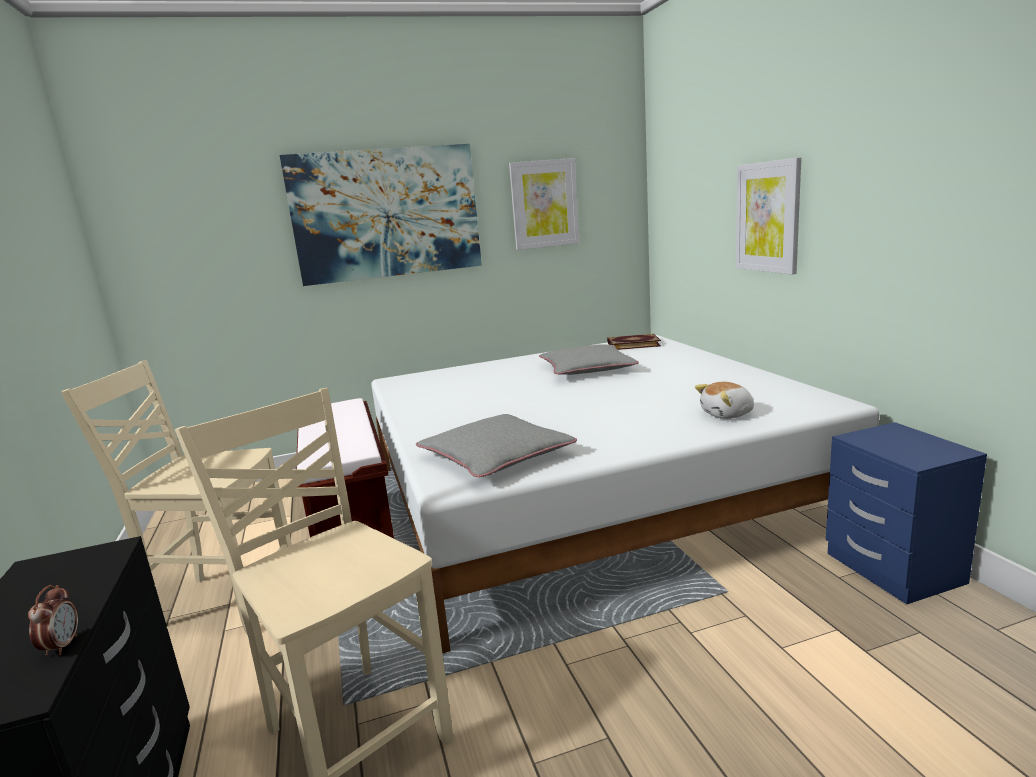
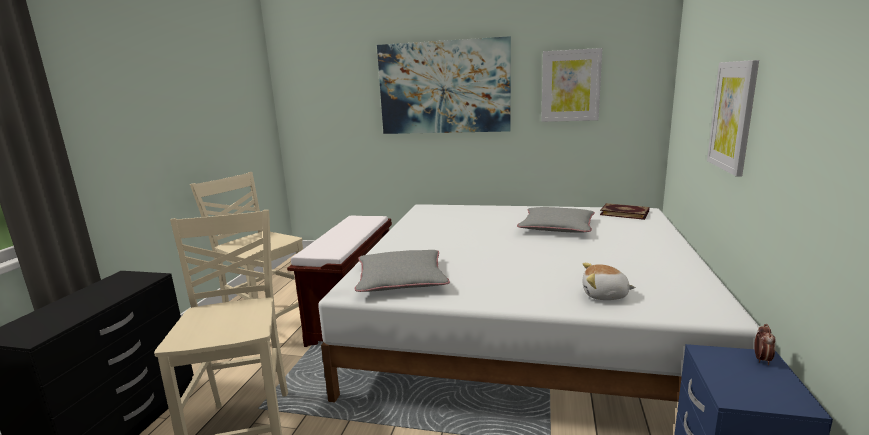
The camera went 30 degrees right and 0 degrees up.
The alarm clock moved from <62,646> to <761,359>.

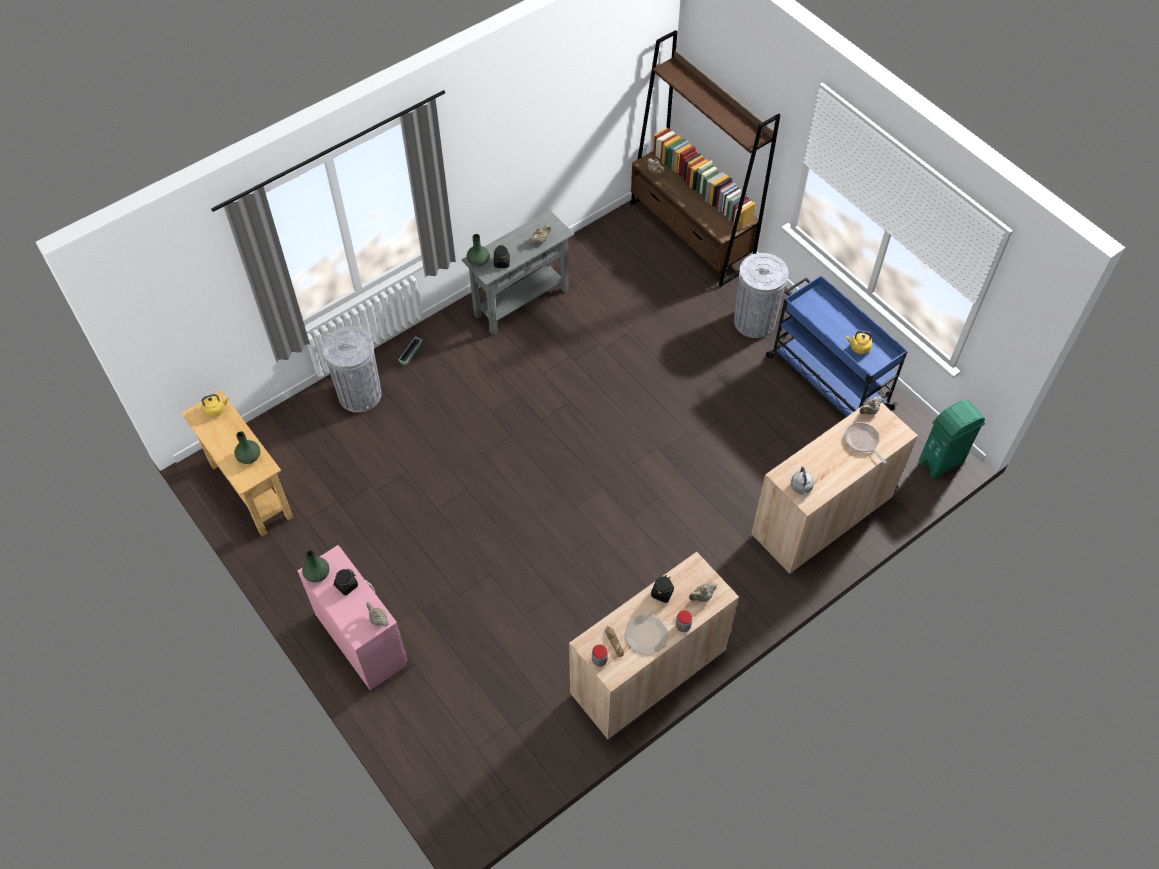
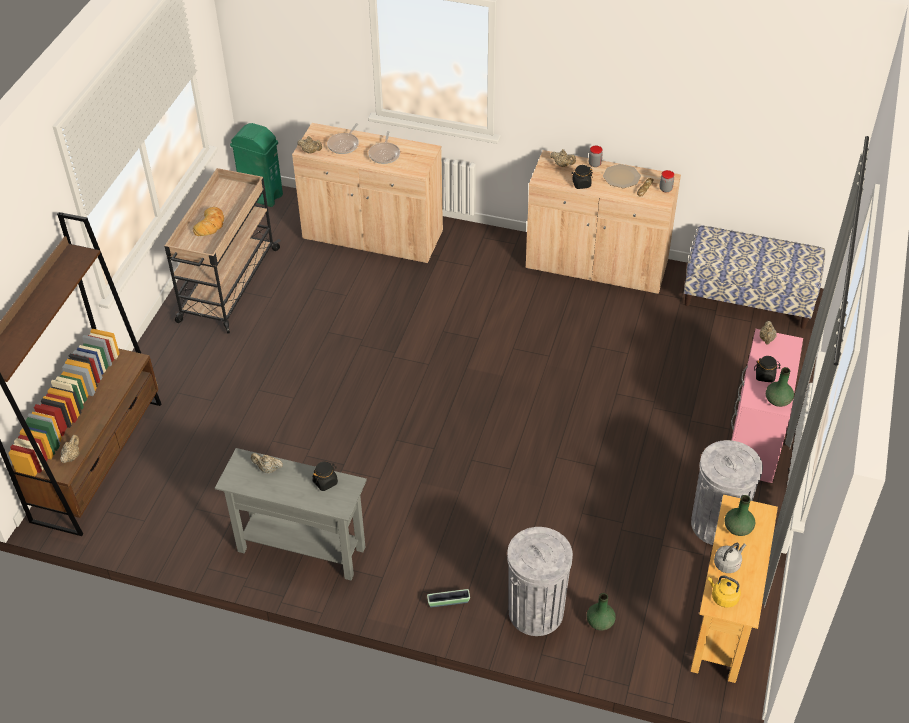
The camera went 125 degrees left and 10 degrees down.
The yellow-coloured kettle at <858,347> disappeared.
The bread at <210,224> appeared.
The pan at <385,154> appeared.
The long seat at <748,299> appeared.
The green vase moved from <478,261> to <599,622>.
The gray trash can moved from <754,321> to <717,524>.
The gray kettle moved from <801,487> to <728,563>.
The bluish wheeled cart at <827,381> became the beige-coloured wheeled cart at <228,286>.

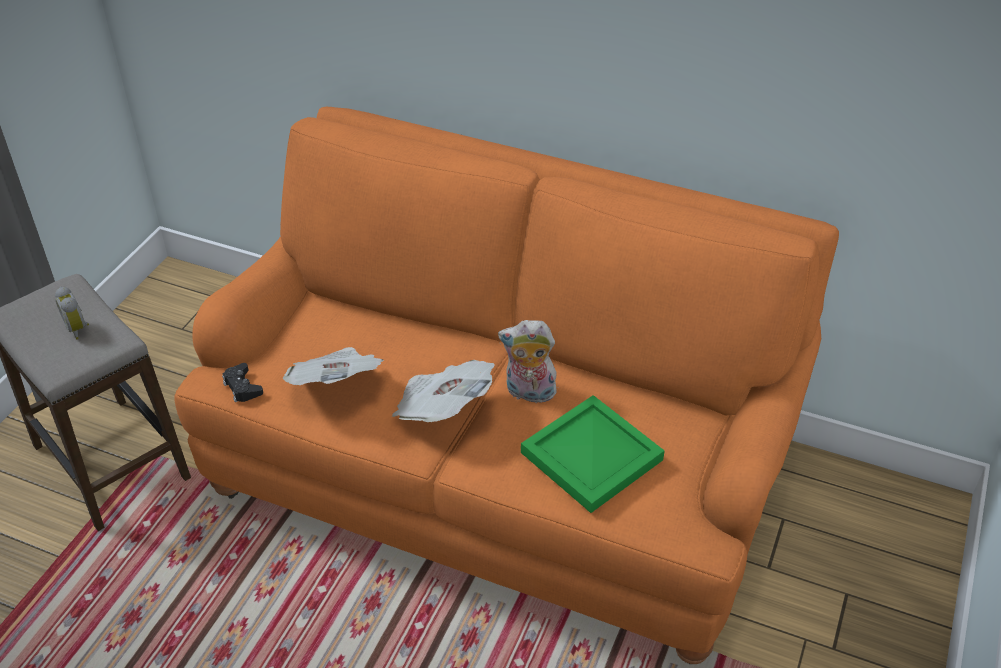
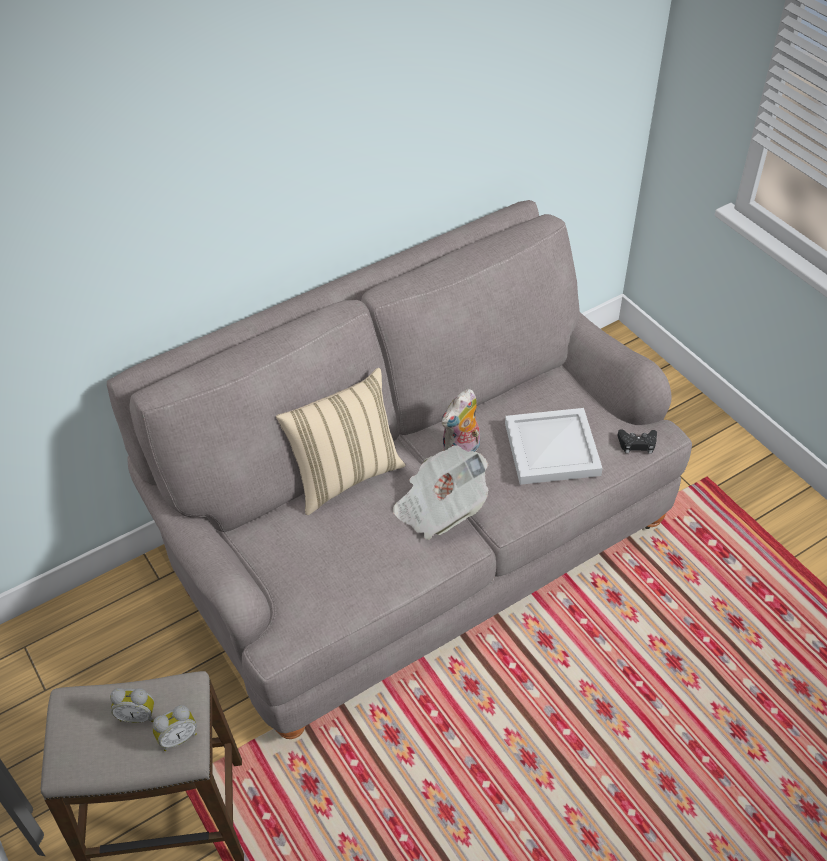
The camera went 55 degrees left and 5 degrees up.
The newspaper at <336,385> disappeared.
The alarm clock at <178,737> appeared.
The beige-coloured throw pillow at <345,476> appeared.
The black joypad moved from <242,387> to <637,444>.
The orangey sofa at <501,477> became the gray sofa at <415,545>.
The green serving tray at <594,456> became the white serving tray at <553,448>.

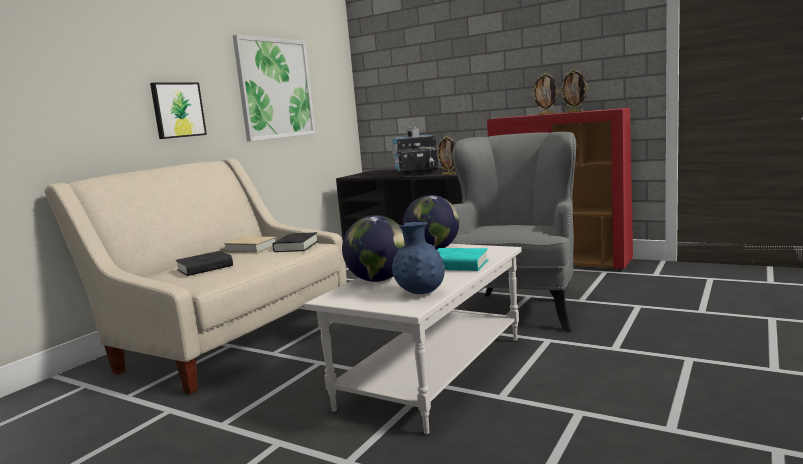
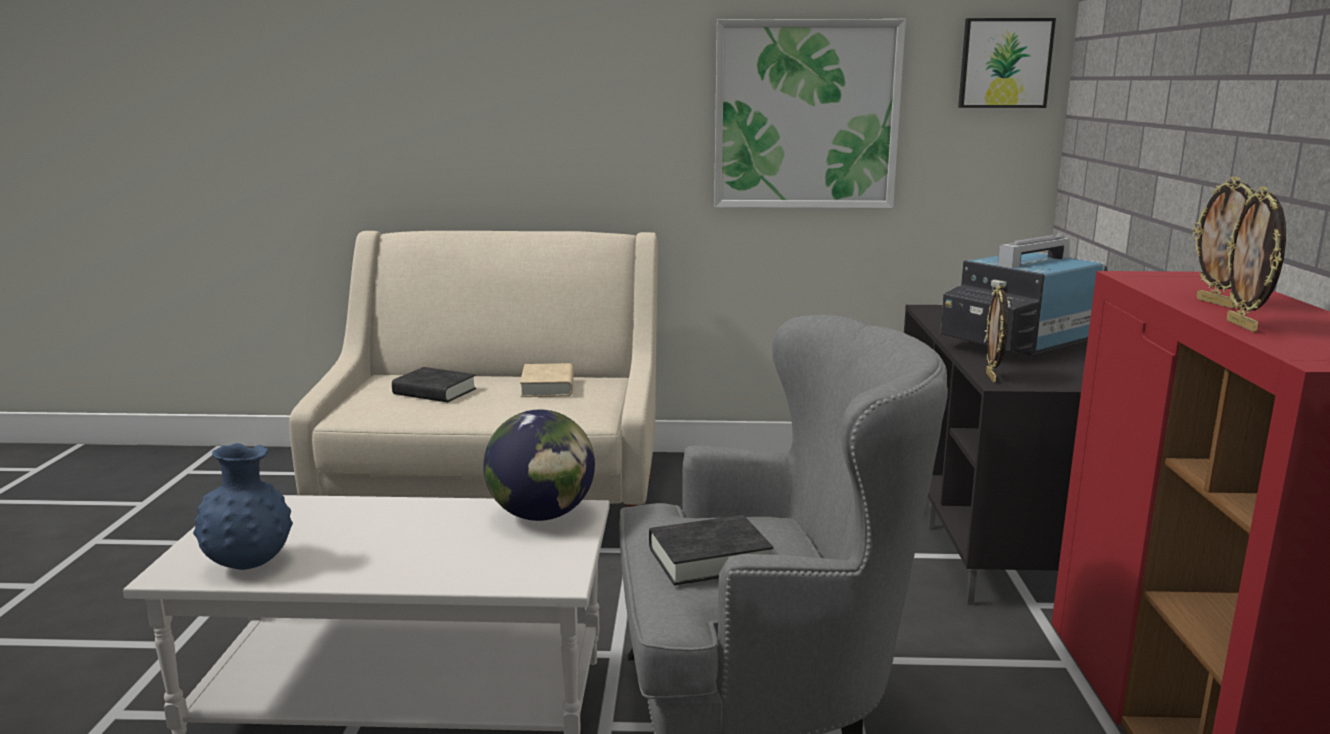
The camera went 60 degrees right and 5 degrees up.
The desk globe at <379,280> disappeared.
The turquoise bound book at <458,265> disappeared.
The wall art moved from <177,110> to <1004,63>.
The black bound book moved from <296,246> to <709,558>.

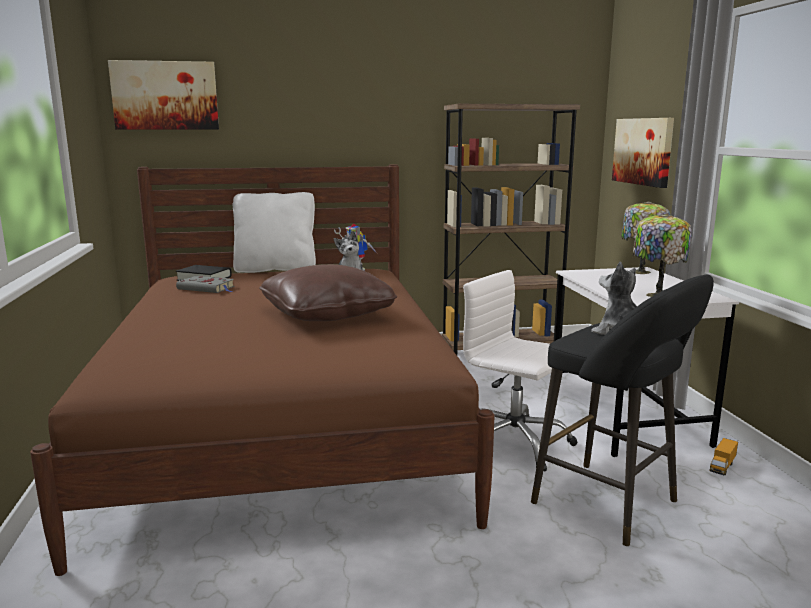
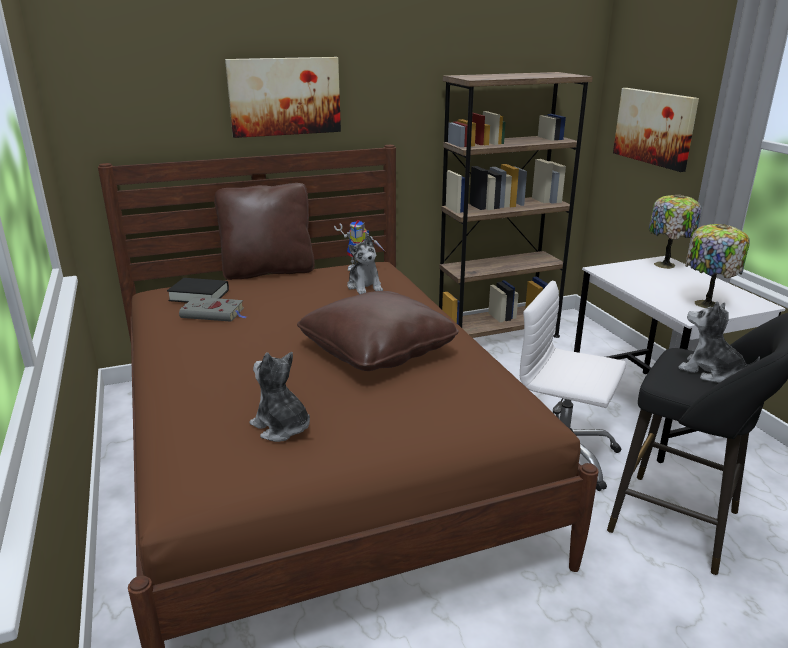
The camera went 10 degrees left and 10 degrees up.
The toy lorry at <722,467> disappeared.
The soft toy at <281,427> appeared.
The wall art moved from <165,95> to <284,96>.
The white throw pillow at <275,269> became the brown-coloured throw pillow at <268,271>.

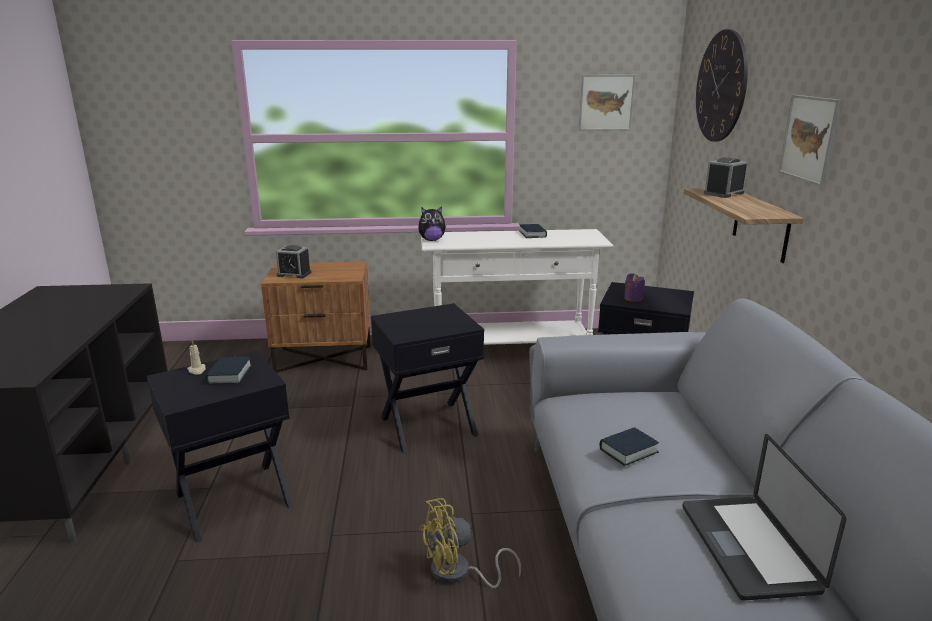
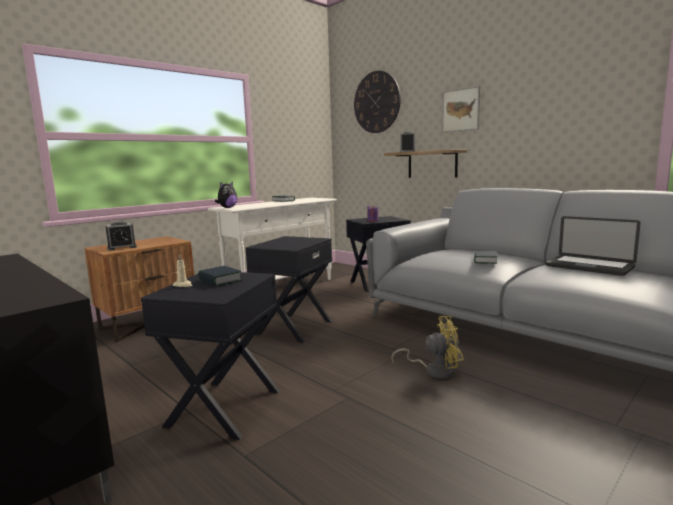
The camera went 40 degrees left and 10 degrees down.
The wall art at <606,102> disappeared.
The yellow-coloured cooling fan at <458,573> turned 120 degrees counterclockwise.

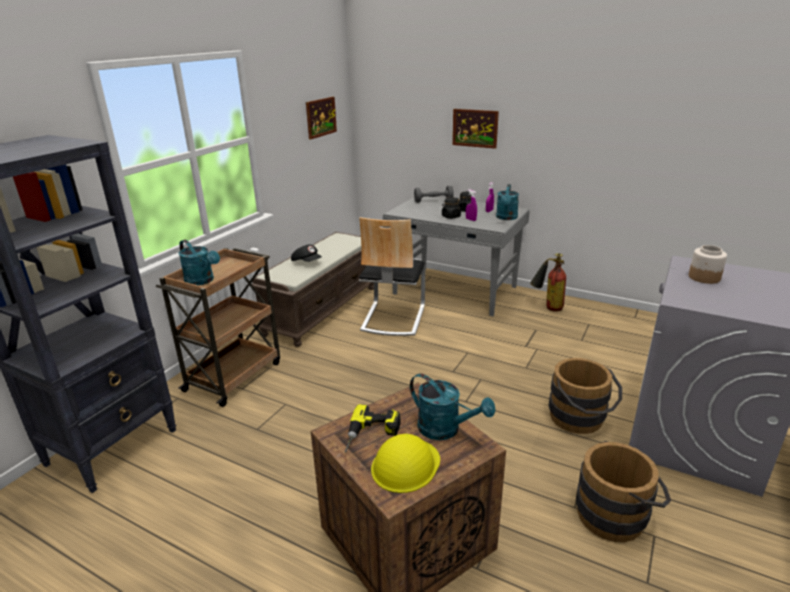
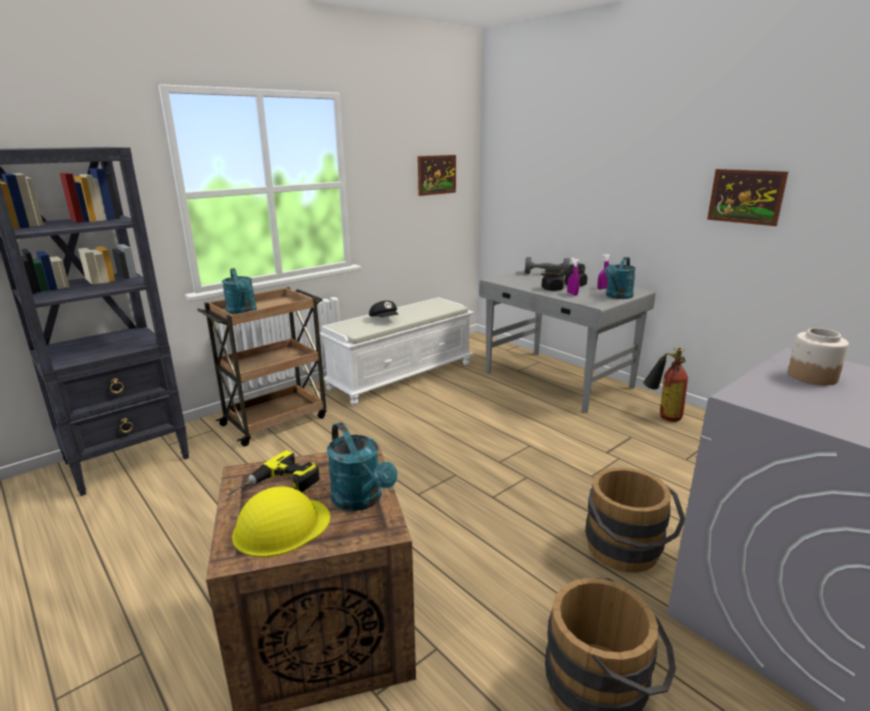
The camera went 20 degrees right and 5 degrees down.
The chair at <393,318> disappeared.
The wall art moved from <475,128> to <746,196>.
The brown-coloured long seat at <321,309> became the white long seat at <402,375>.

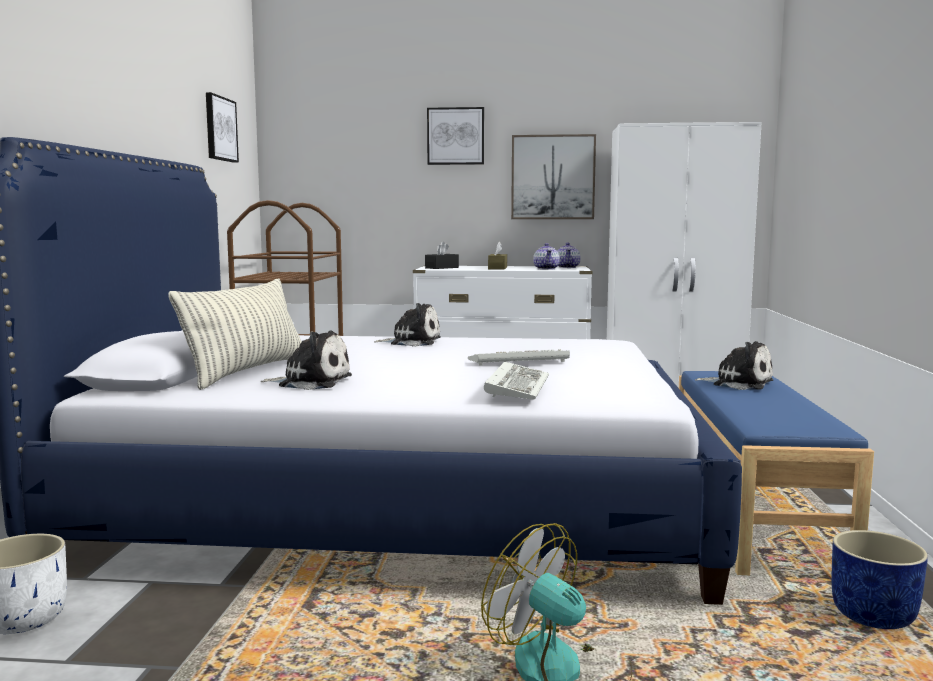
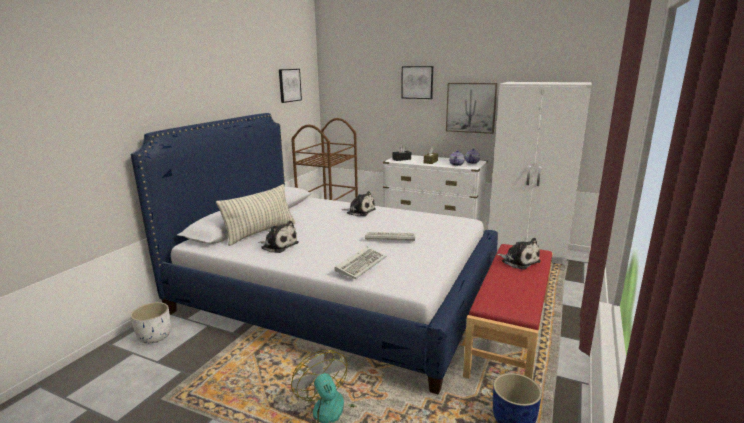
The camera went 20 degrees right and 10 degrees up.
The bluish long seat at <749,512> became the red-coloured long seat at <509,334>.

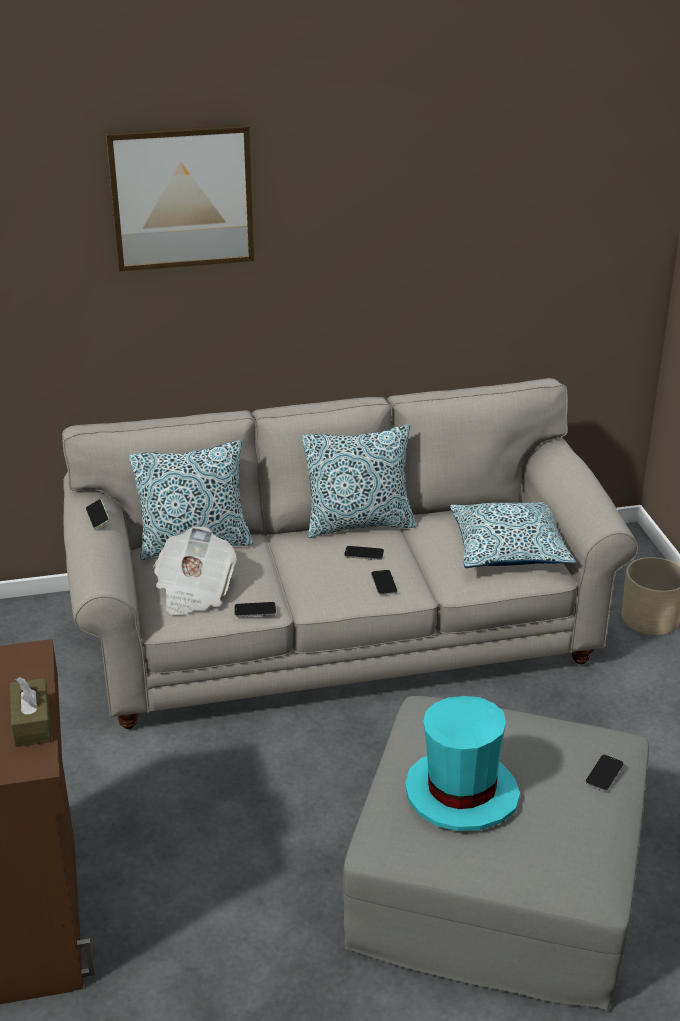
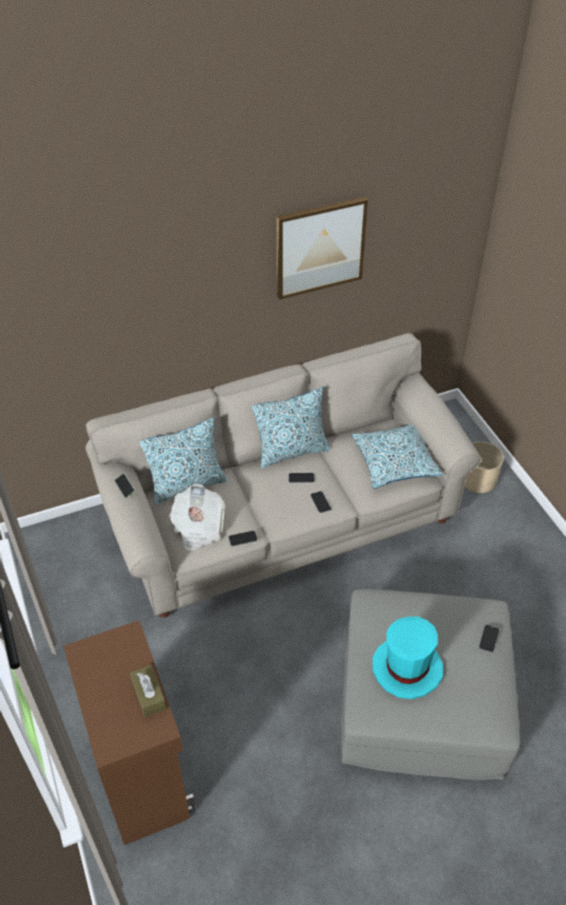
The camera went 10 degrees left and 15 degrees up.
The wall art moved from <181,197> to <319,247>.

